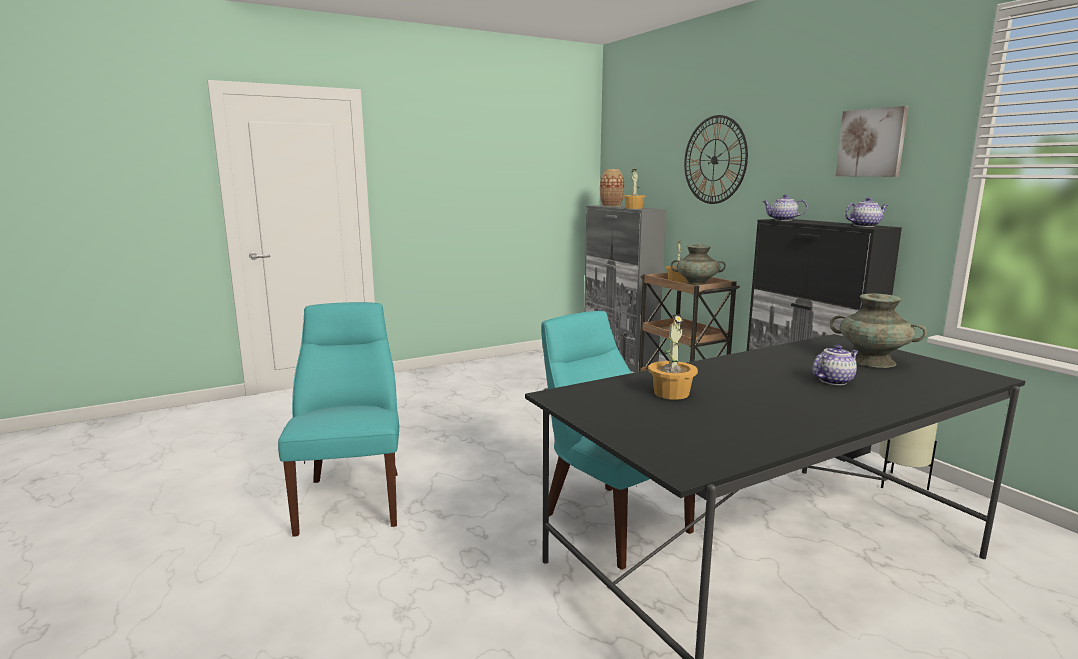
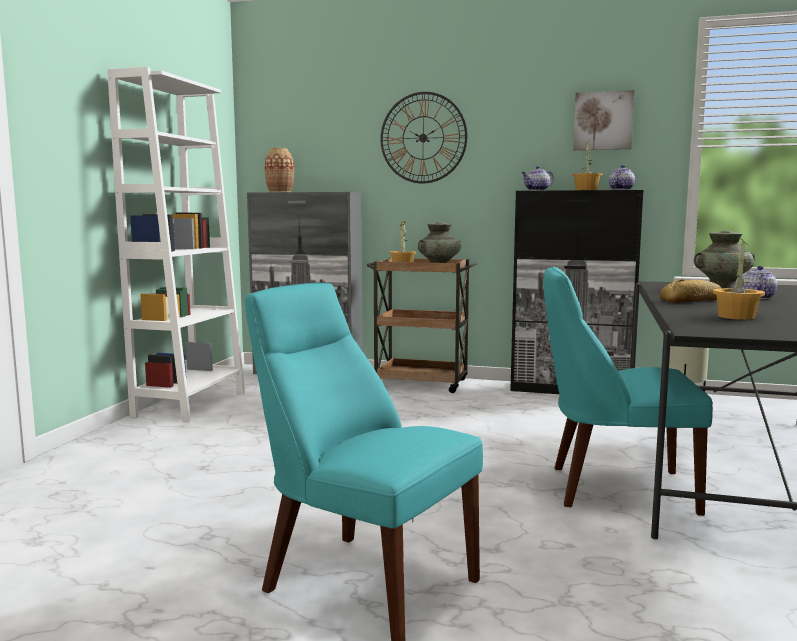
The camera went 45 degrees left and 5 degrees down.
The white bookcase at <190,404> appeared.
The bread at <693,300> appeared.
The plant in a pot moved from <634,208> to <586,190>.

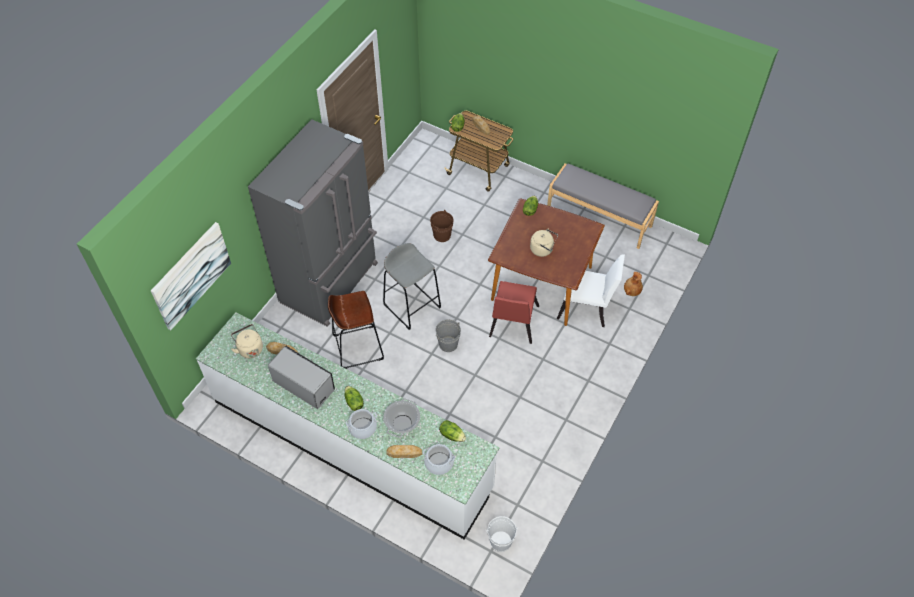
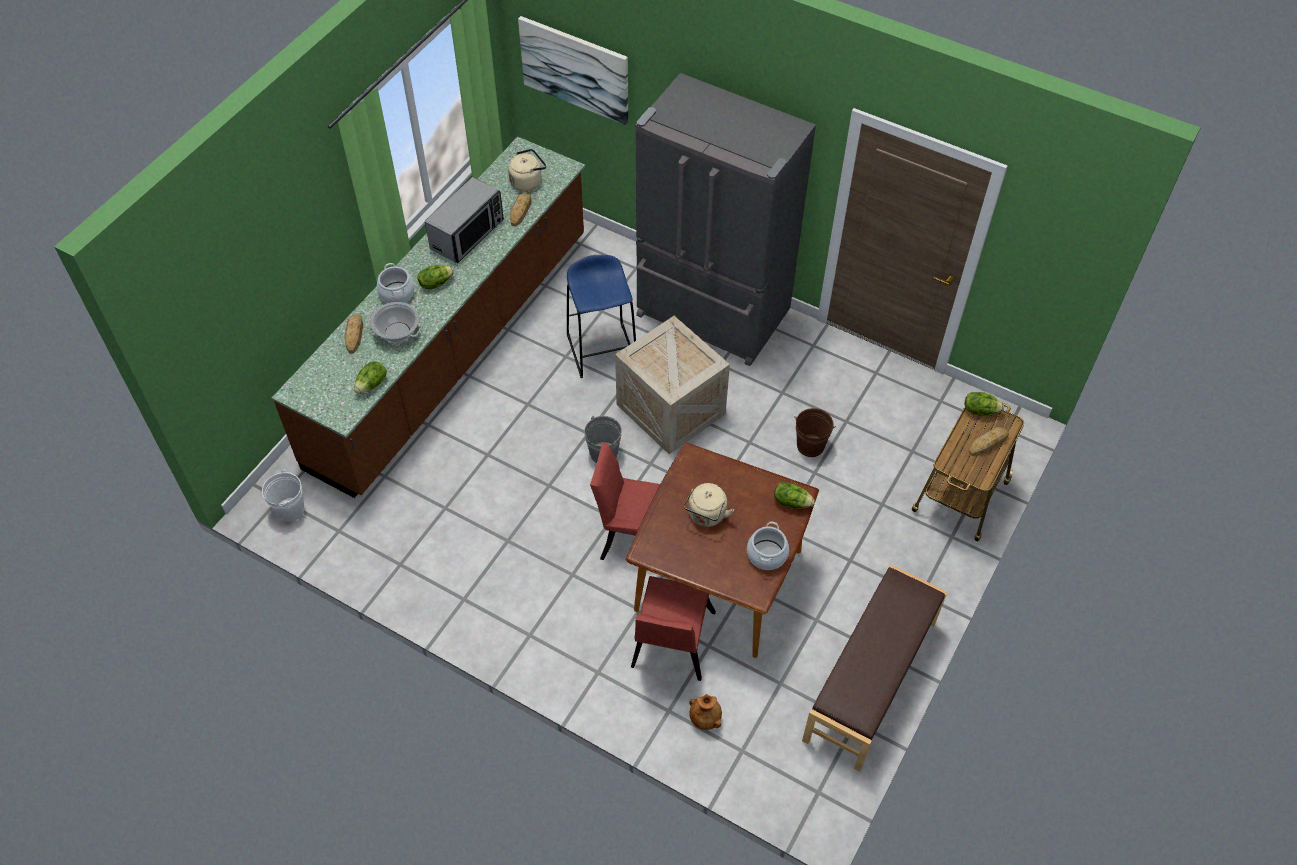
The camera went 90 degrees right and 0 degrees up.
The stockpot moved from <439,463> to <766,555>.
The gray sitting stool at <412,306> was replaced by the packing crate at <672,409>.
The white kitchen counter at <351,444> became the brown-coloured kitchen counter at <453,349>.
The brown-coloured sitting stool at <358,347> became the bluish sitting stool at <602,350>.
The gray long seat at <599,217> became the brown-coloured long seat at <871,681>.
The white chair at <587,307> became the red-coloured chair at <670,645>.

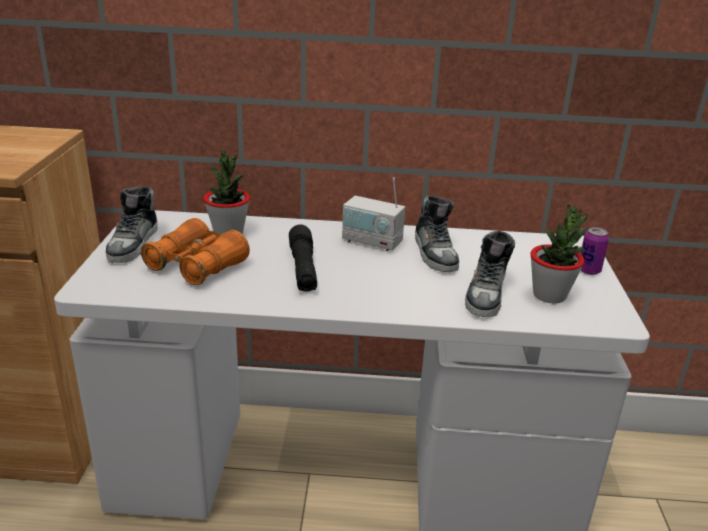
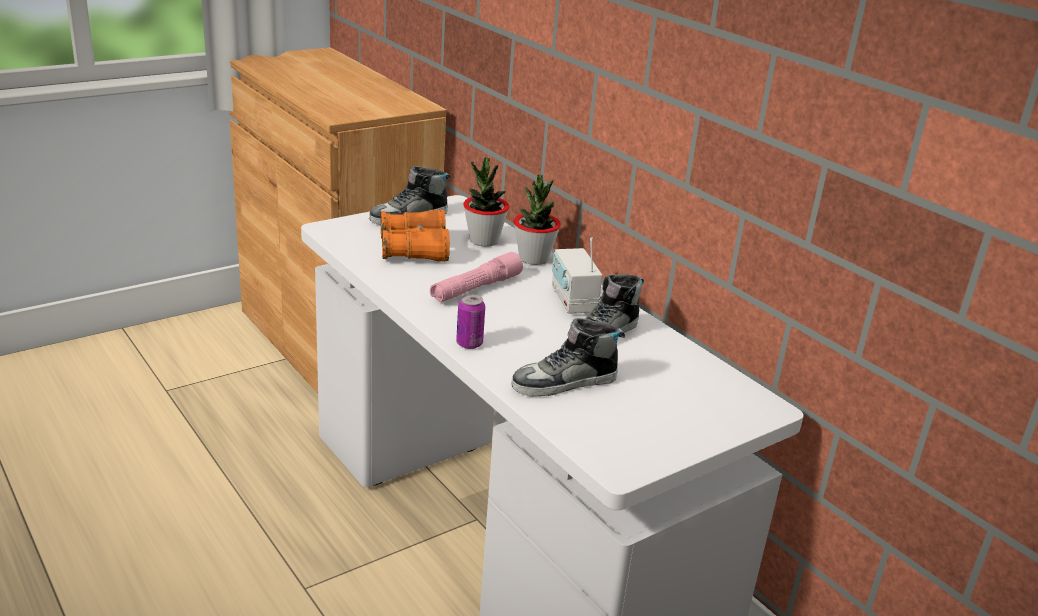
The camera went 50 degrees right and 0 degrees up.
The plant in a pot moved from <549,295> to <533,259>.
The sealed can moved from <589,270> to <469,344>.
The black flashlight at <303,268> became the pink-coloured flashlight at <476,288>.

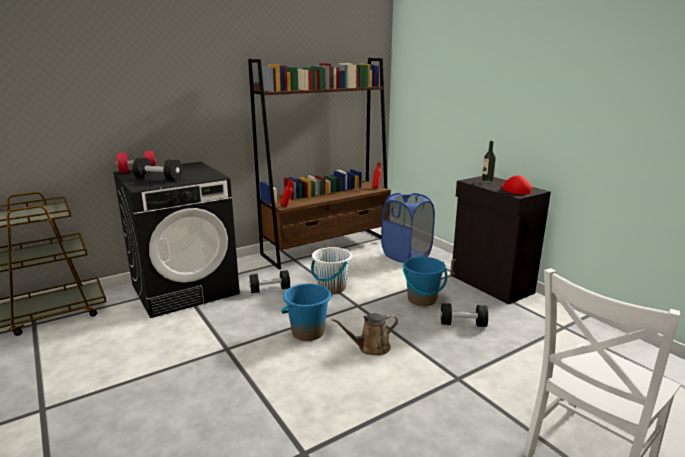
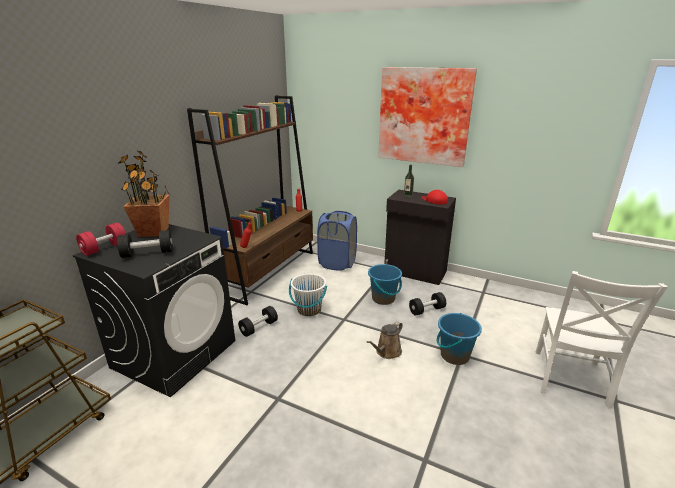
The camera went 30 degrees left and 5 degrees up.
The plant in a pot at <153,232> appeared.
The wall art at <424,116> appeared.
The bluish water bucket moved from <307,332> to <454,355>.

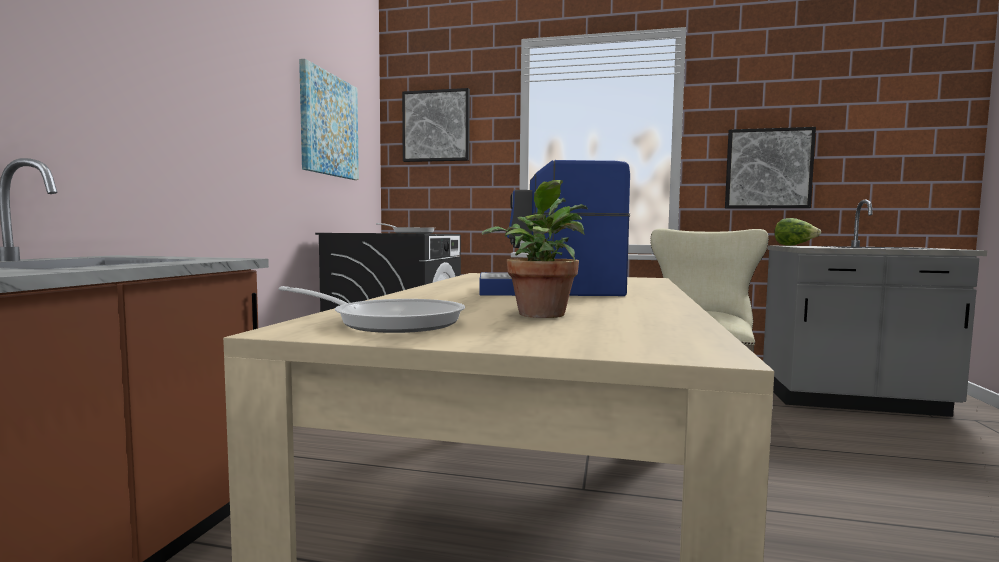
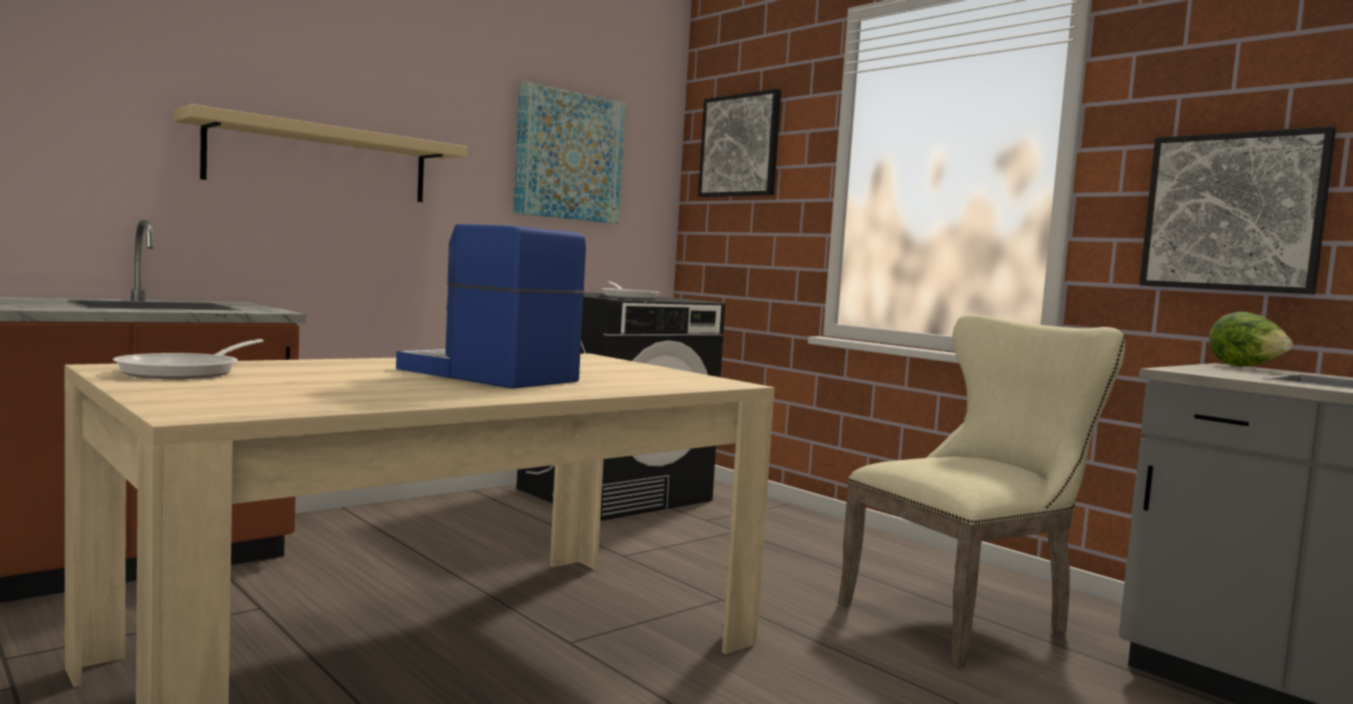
The camera went 35 degrees right and 0 degrees up.
The plant in a pot at <540,313> disappeared.
The beige-coloured bracket shelf at <320,161> appeared.
The pan at <389,322> turned 45 degrees clockwise.

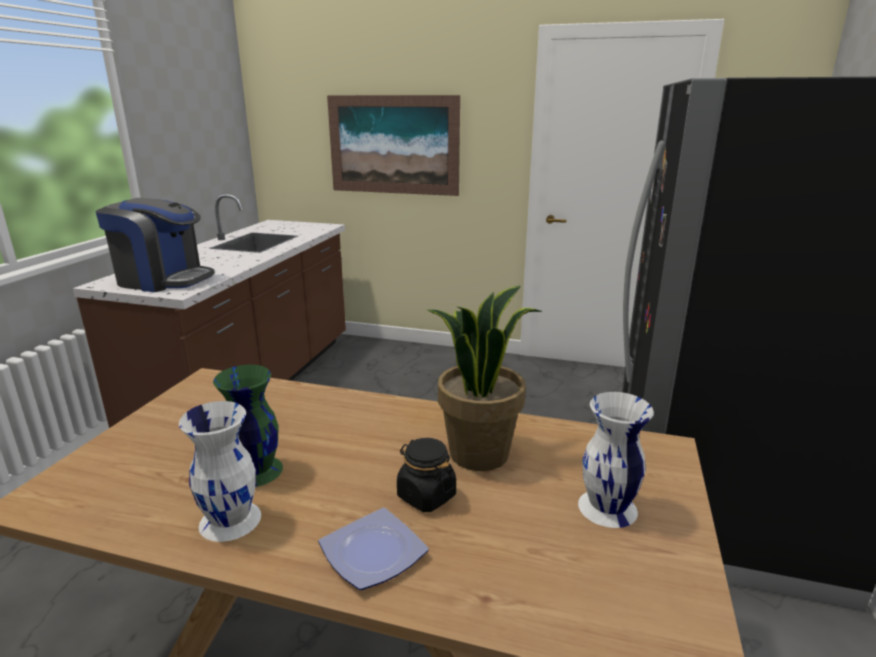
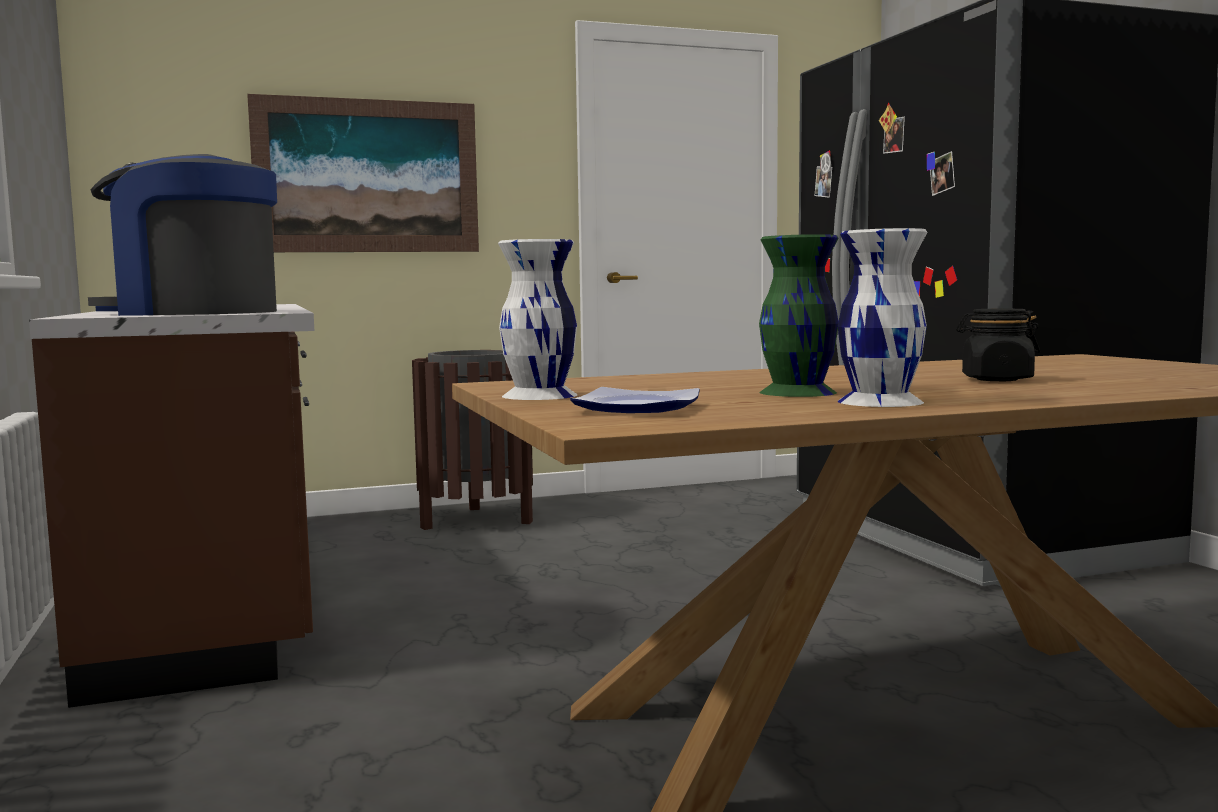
The camera went 35 degrees left and 15 degrees down.
The plant in a pot at <479,453> disappeared.
The brown-coloured trash can at <476,520> appeared.
The flat dish moved from <375,553> to <639,407>.
The white vase moved from <606,508> to <539,395>.
The coffee maker at <163,280> turned 150 degrees counterclockwise.

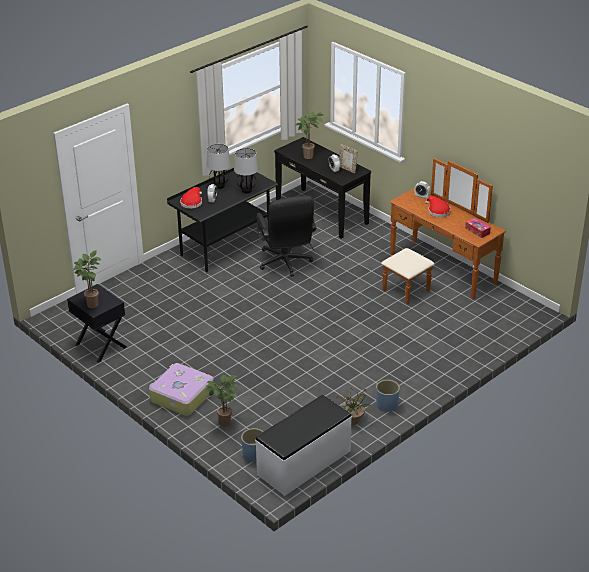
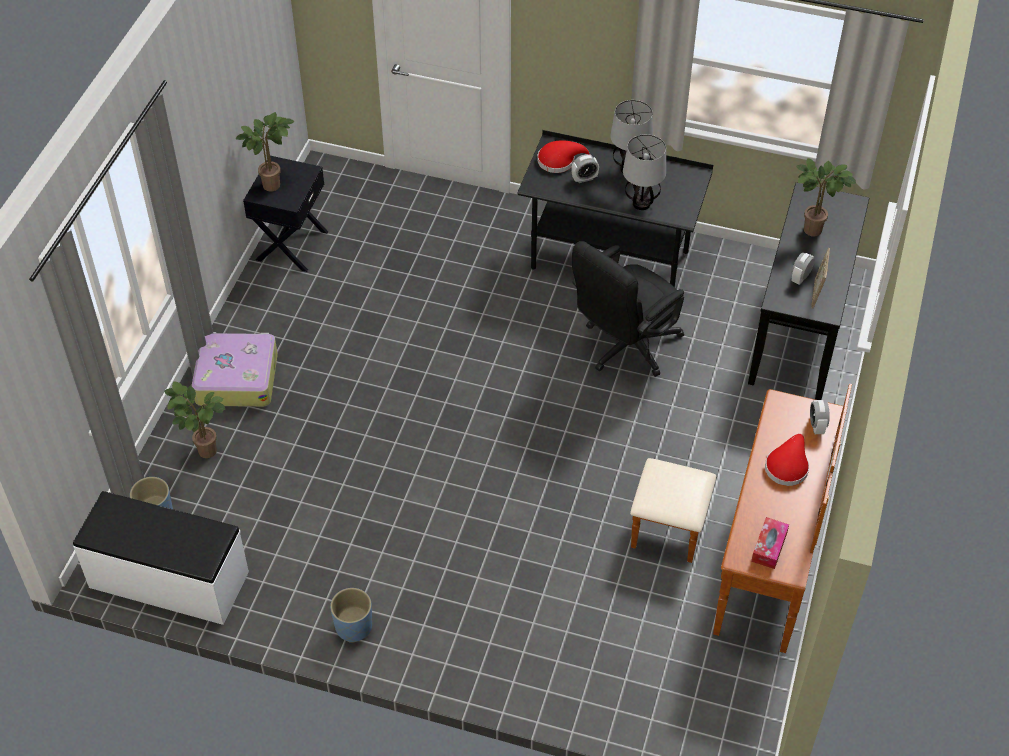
The camera went 60 degrees right and 15 degrees up.
The plant in a pot at <352,420> disappeared.

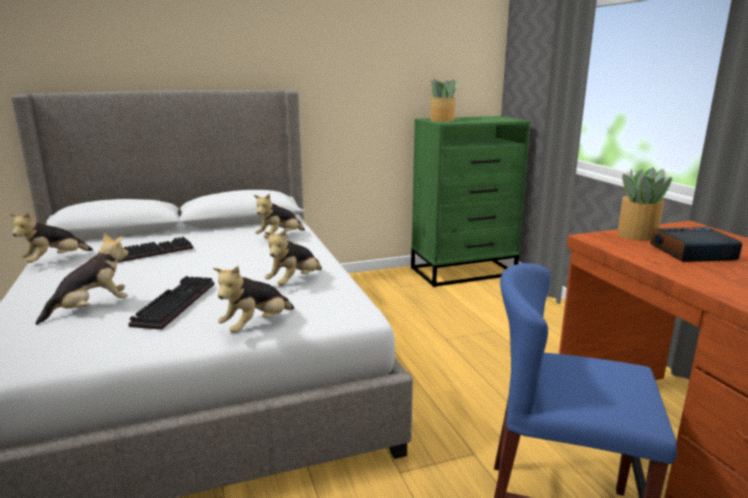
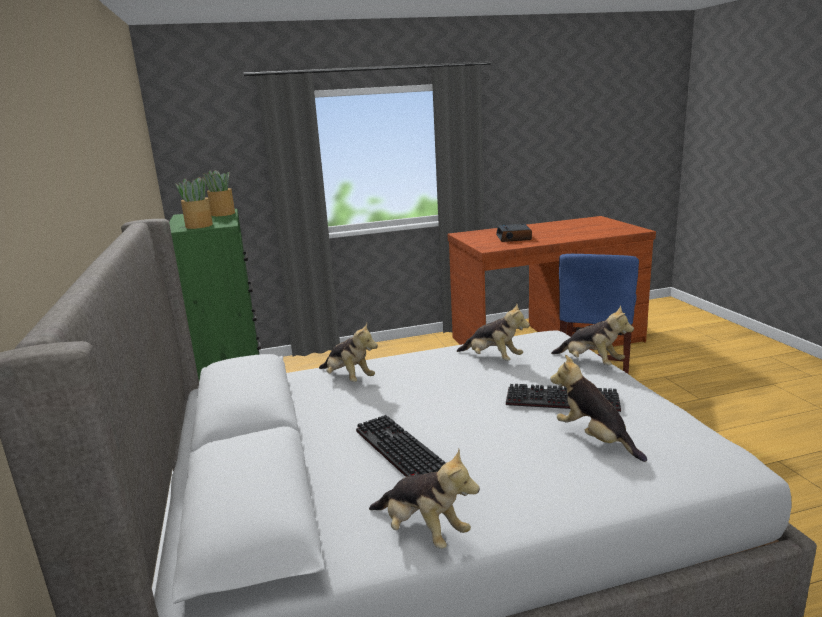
The camera went 85 degrees left and 0 degrees up.
The plant in a pot moved from <636,235> to <222,214>.

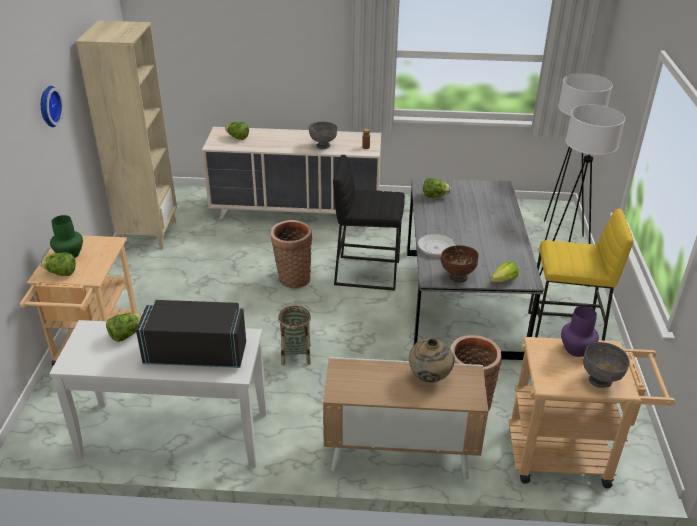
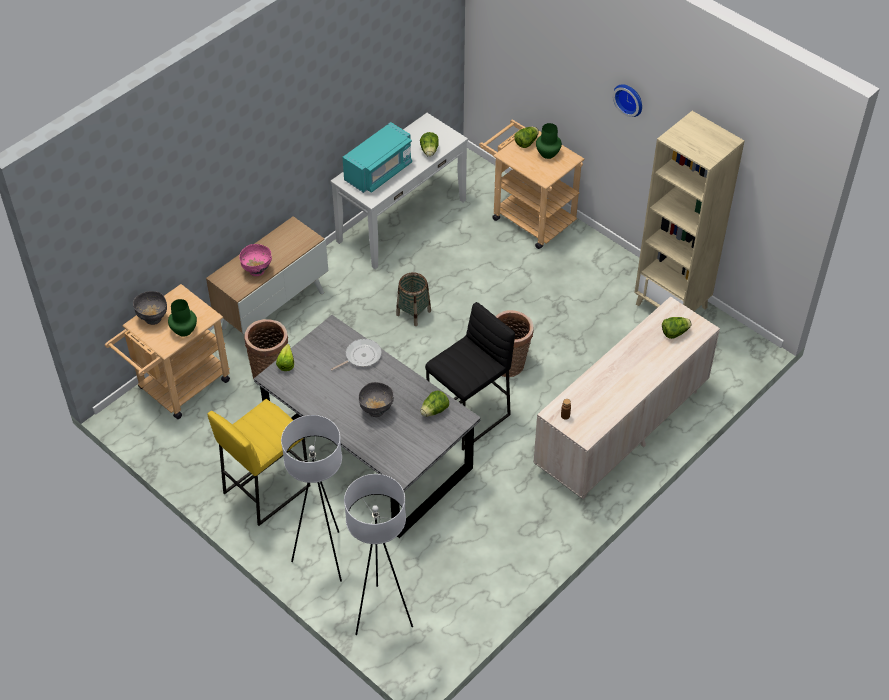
The camera went 130 degrees right and 15 degrees up.
The brown-coloured deep dish at <457,277> disappeared.
The gray deep dish moved from <323,146> to <376,411>.
The beige-coloured vase at <429,378> was replaced by the pink-coloured deep dish at <257,271>.
The black microwave at <196,353> became the turquoise microwave at <379,172>.
The purplish vase at <576,350> became the green vase at <184,330>.

